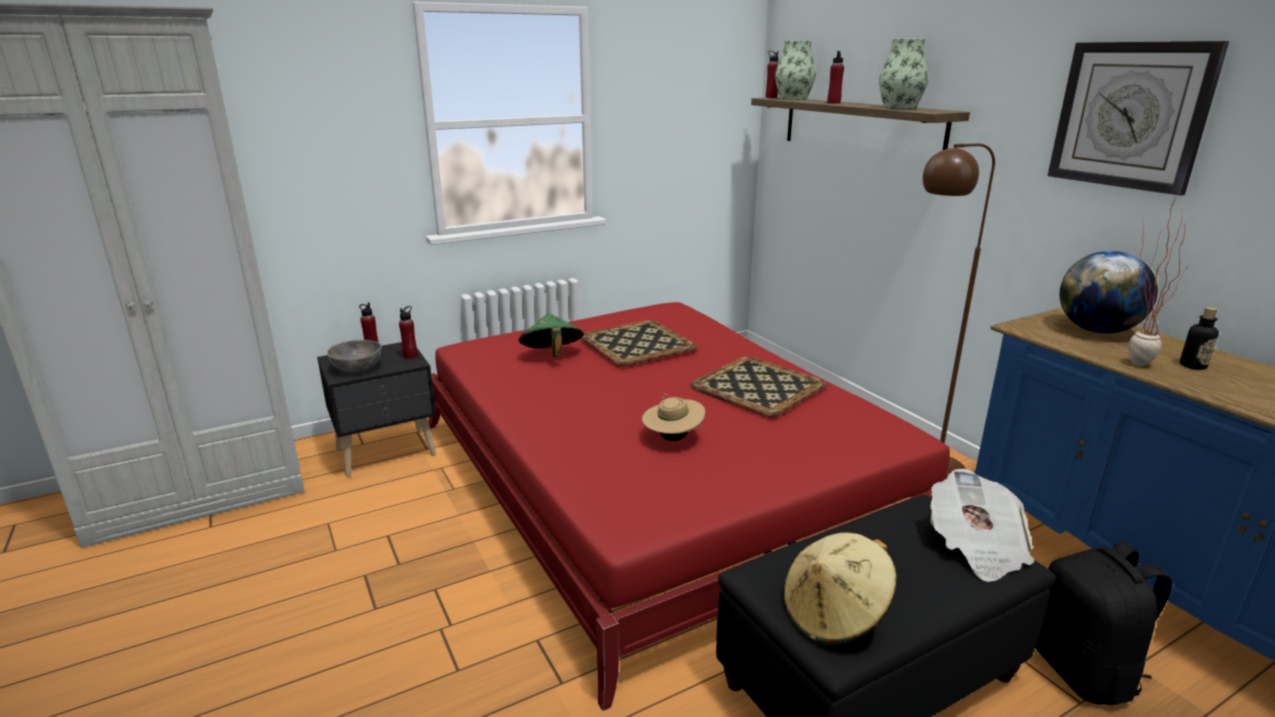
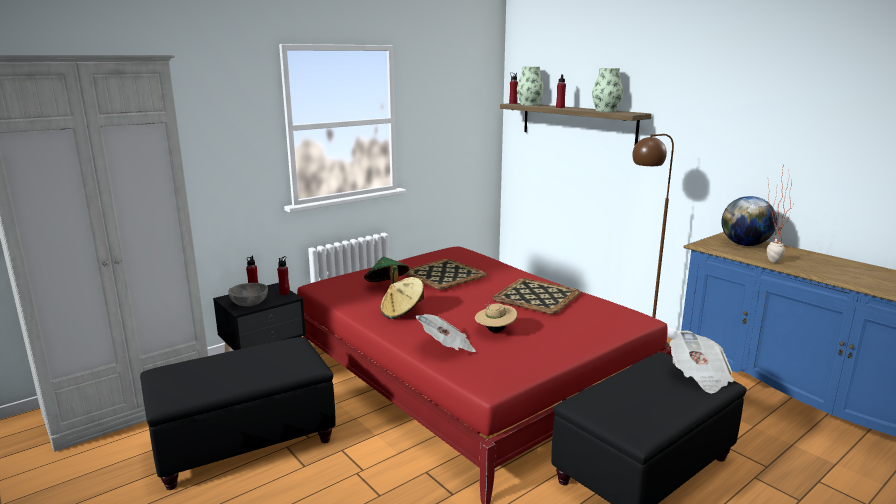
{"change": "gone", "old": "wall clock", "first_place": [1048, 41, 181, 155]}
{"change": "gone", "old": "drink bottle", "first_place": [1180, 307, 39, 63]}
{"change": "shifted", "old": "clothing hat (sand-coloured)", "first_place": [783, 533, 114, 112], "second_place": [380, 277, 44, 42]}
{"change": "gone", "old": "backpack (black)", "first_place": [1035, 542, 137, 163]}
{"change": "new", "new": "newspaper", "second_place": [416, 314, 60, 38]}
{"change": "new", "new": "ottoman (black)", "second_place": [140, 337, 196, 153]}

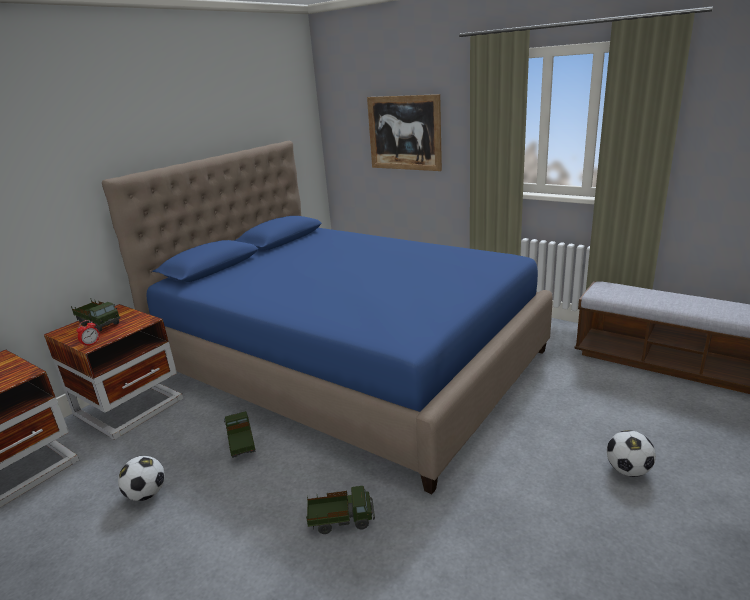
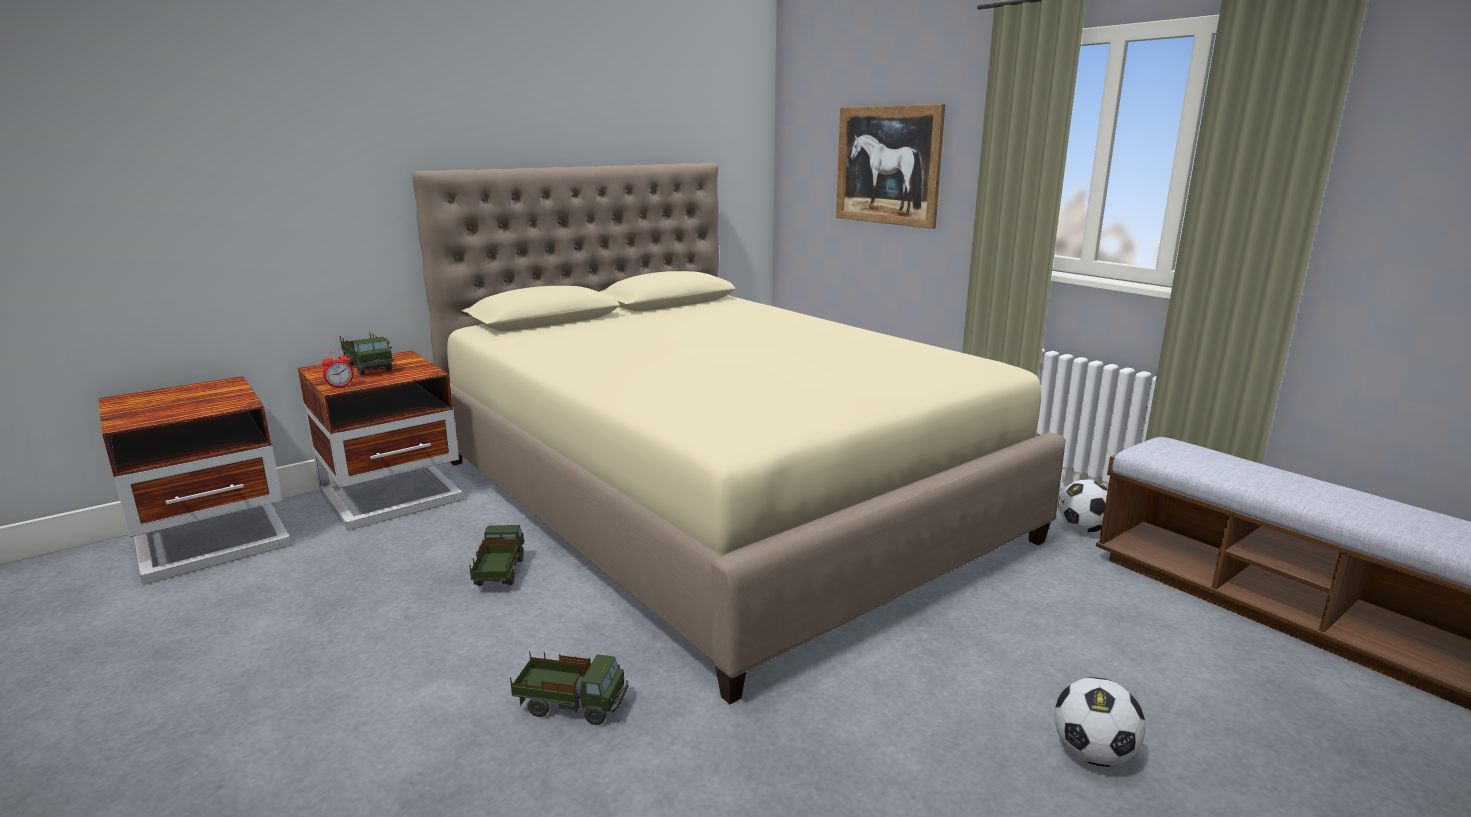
{"change": "repainted", "old": "bed (blue)", "new": "bed (sand-coloured)", "first_place": [102, 141, 451, 353], "second_place": [412, 162, 654, 542]}
{"change": "shifted", "old": "ball for football", "first_place": [118, 456, 47, 45], "second_place": [1058, 480, 50, 53]}

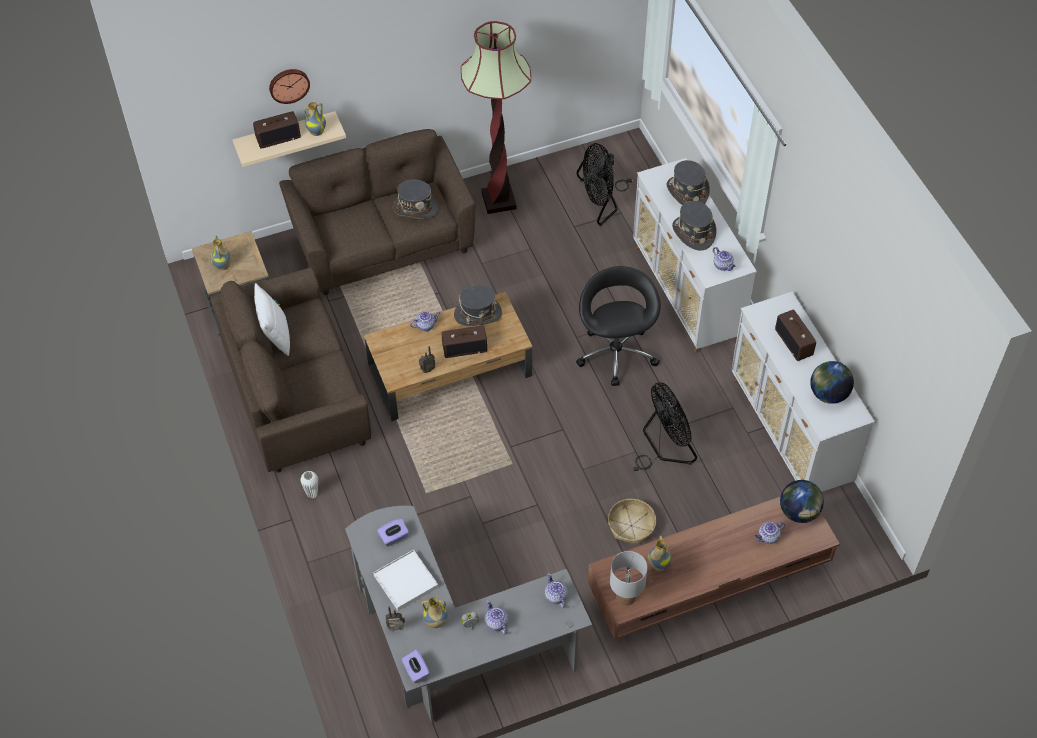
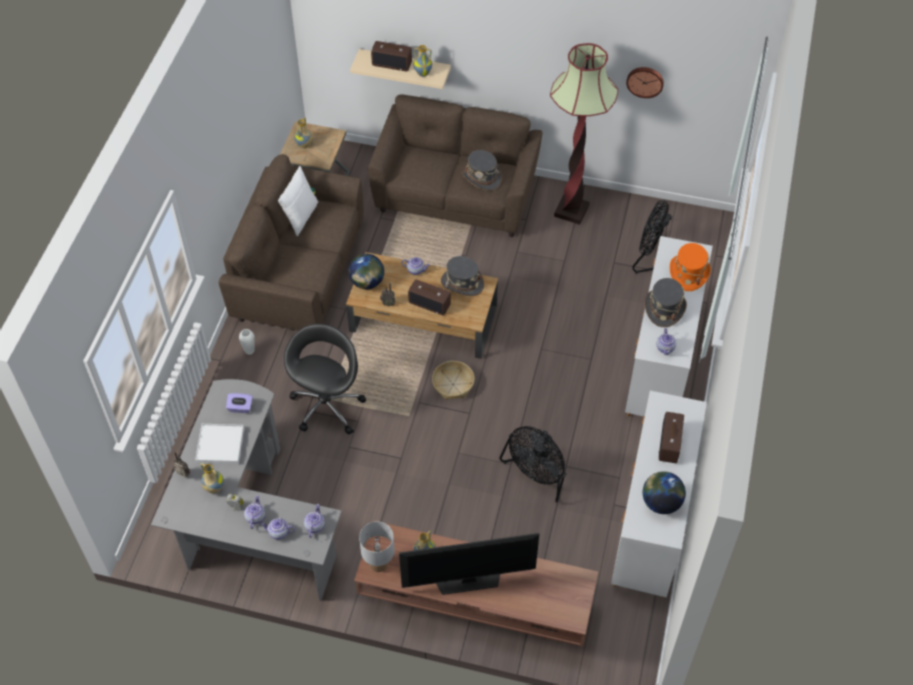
{"change": "shifted", "old": "wall clock", "first_place": [269, 69, 41, 35], "second_place": [626, 67, 38, 31]}
{"change": "repainted", "old": "clothing hat (greyish)", "new": "clothing hat (orangey)", "first_place": [667, 160, 43, 45], "second_place": [670, 243, 41, 48]}
{"change": "shifted", "old": "computer chair (black)", "first_place": [576, 266, 85, 120], "second_place": [284, 324, 82, 110]}
{"change": "rotated", "old": "electric fan (black)", "first_place": [633, 383, 64, 88], "second_place": [500, 426, 67, 77], "degrees": 120}
{"change": "shifted", "old": "globe", "first_place": [780, 480, 44, 43], "second_place": [348, 254, 36, 35]}
{"change": "shifted", "old": "storage basket", "first_place": [608, 499, 48, 46], "second_place": [432, 361, 43, 39]}
{"change": "shifted", "old": "tea pot", "first_place": [755, 522, 30, 22], "second_place": [260, 518, 36, 22]}
{"change": "gone", "old": "box of tissues (purple-coloured)", "first_place": [402, 649, 28, 34]}
{"change": "new", "new": "television", "second_place": [399, 533, 140, 62]}

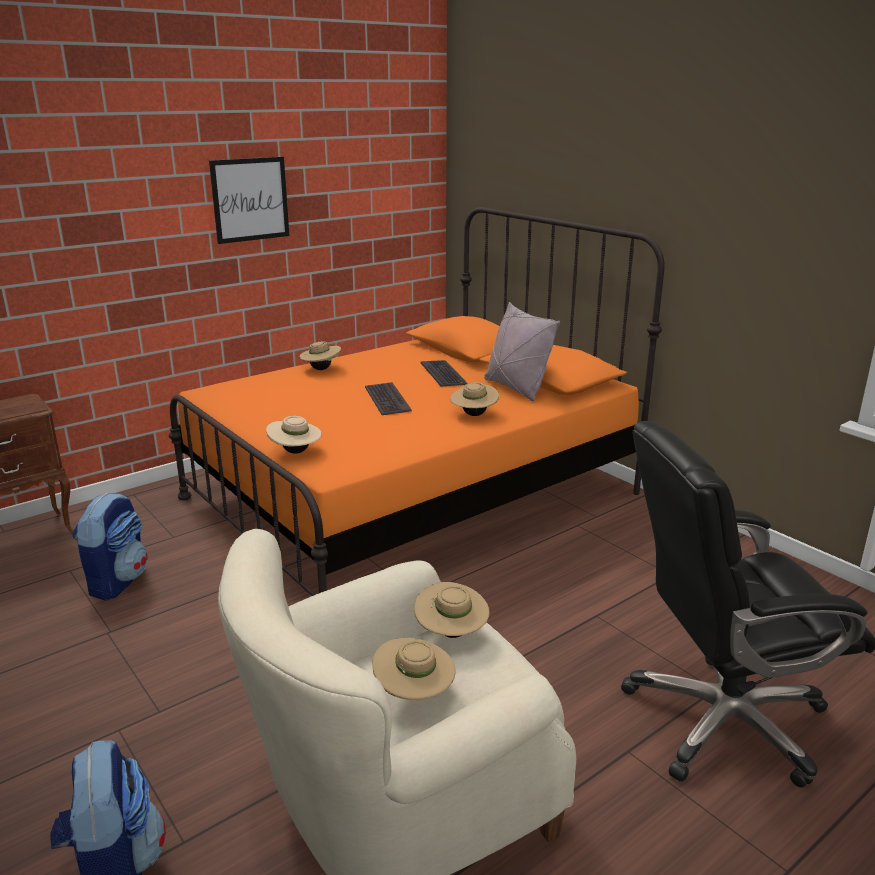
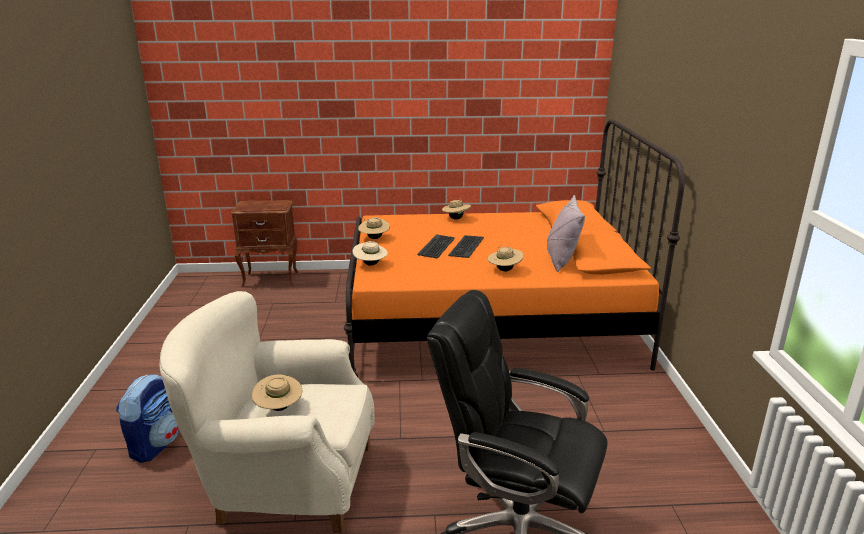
{"change": "gone", "old": "wall art", "first_place": [209, 157, 80, 87]}
{"change": "shifted", "old": "PC keyboard", "first_place": [421, 360, 46, 26], "second_place": [417, 234, 38, 25]}
{"change": "gone", "old": "backpack", "first_place": [73, 493, 75, 107]}
{"change": "shifted", "old": "clothing hat (sand-coloured)", "first_place": [414, 582, 75, 56], "second_place": [358, 217, 32, 22]}

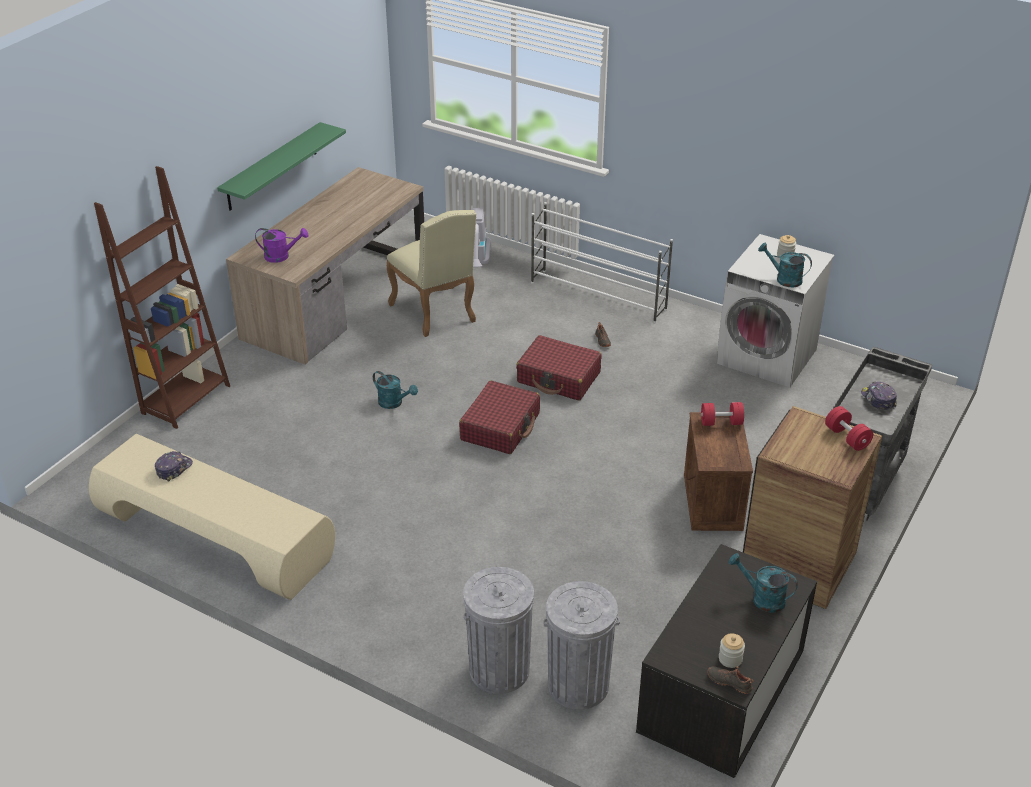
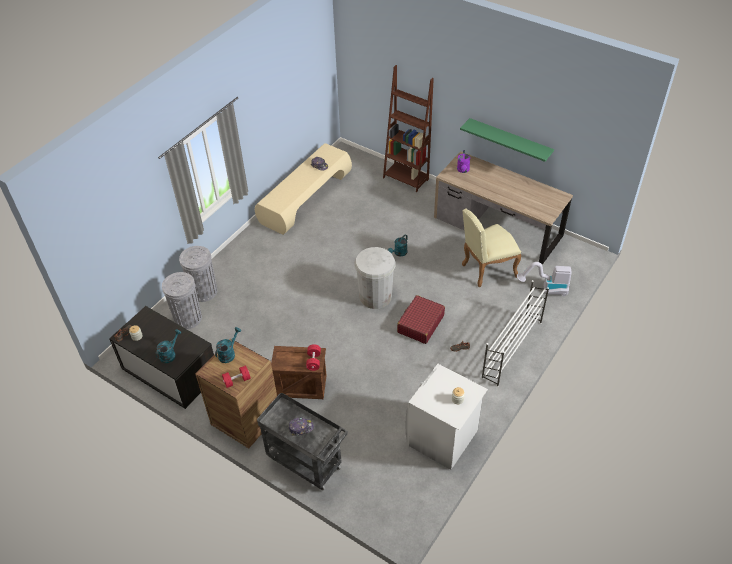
{"change": "shifted", "old": "watering pot (turquoise)", "first_place": [758, 243, 54, 44], "second_place": [215, 327, 26, 36]}
{"change": "swapped", "old": "travel case (red)", "new": "rubbish bin (whitish)", "first_place": [459, 380, 81, 74], "second_place": [355, 247, 41, 62]}

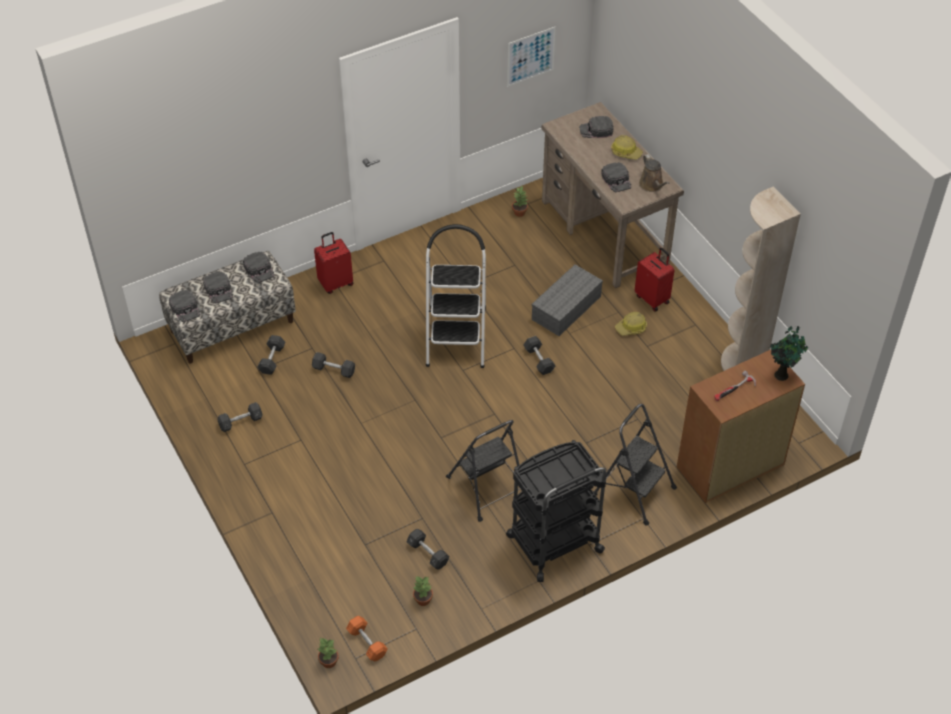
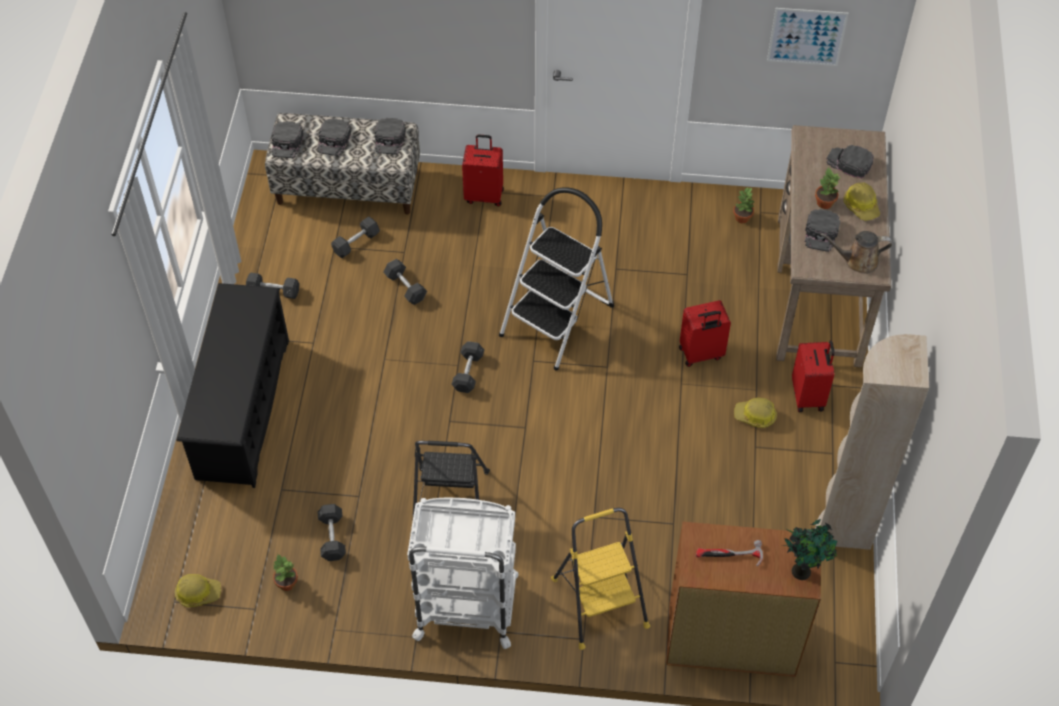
{"change": "rotated", "old": "watering pot (brown)", "first_place": [639, 154, 31, 38], "second_place": [820, 231, 72, 43], "degrees": 75}
{"change": "swapped", "old": "storage bin (greyish)", "new": "travel case (red)", "first_place": [532, 265, 71, 71], "second_place": [679, 300, 52, 67]}
{"change": "shifted", "old": "hand weight (greyish)", "first_place": [524, 336, 31, 39], "second_place": [451, 341, 33, 52]}
{"change": "repainted", "old": "stepladder (black)", "new": "stepladder (yellow-coloured)", "first_place": [593, 404, 84, 122], "second_place": [551, 508, 99, 142]}
{"change": "repainted", "old": "wheeled cart (black)", "new": "wheeled cart (whitish)", "first_place": [506, 440, 100, 142], "second_place": [407, 498, 112, 151]}
{"change": "swapped", "old": "hand weight (orangey)", "new": "work helmet", "first_place": [346, 616, 42, 45], "second_place": [175, 574, 46, 33]}
{"change": "shifted", "old": "houseplant", "first_place": [318, 638, 21, 30], "second_place": [815, 167, 25, 42]}
{"change": "new", "new": "shoe rack (black)", "second_place": [177, 283, 112, 205]}

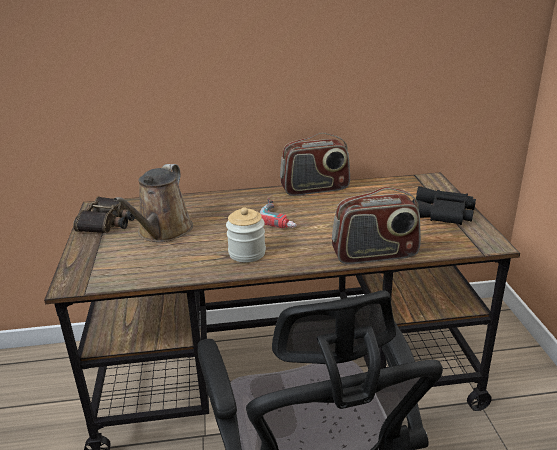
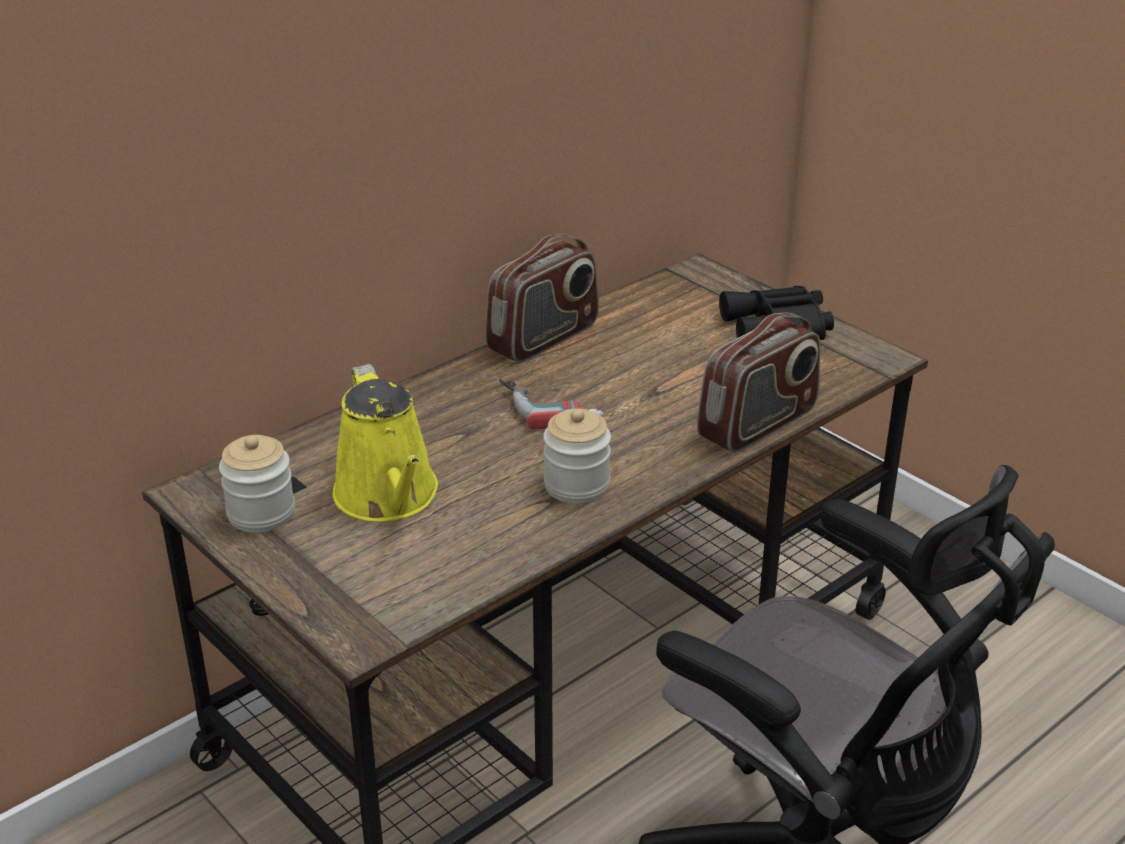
{"change": "repainted", "old": "watering pot (brown)", "new": "watering pot (yellow-coloured)", "first_place": [113, 164, 80, 78], "second_place": [333, 364, 105, 158]}
{"change": "swapped", "old": "binoculars", "new": "jar", "first_place": [73, 197, 62, 36], "second_place": [219, 435, 76, 98]}

